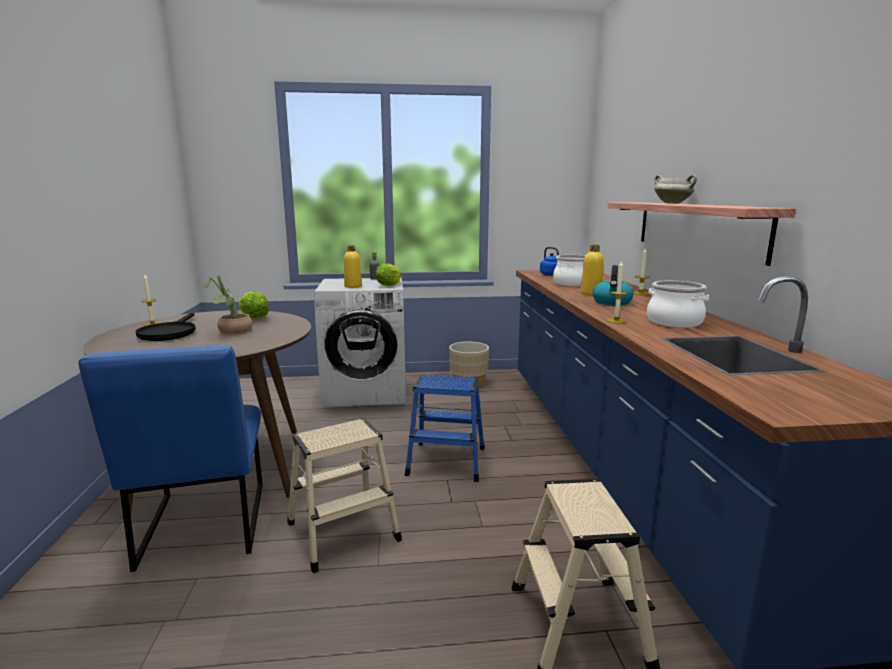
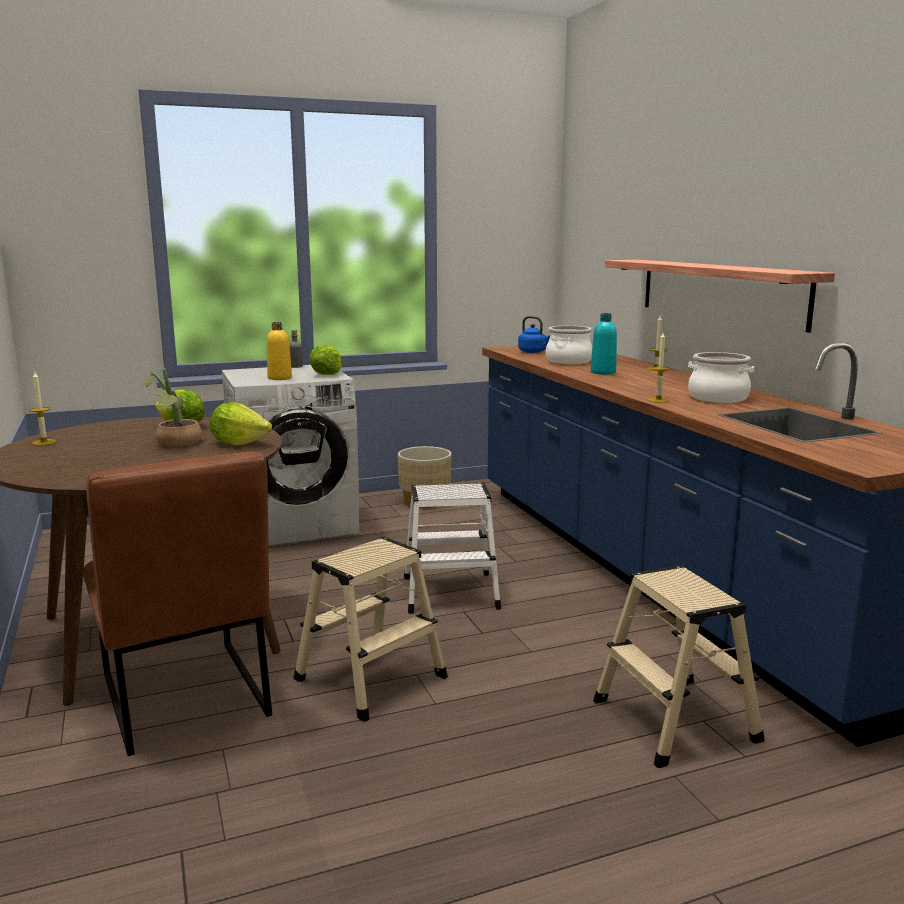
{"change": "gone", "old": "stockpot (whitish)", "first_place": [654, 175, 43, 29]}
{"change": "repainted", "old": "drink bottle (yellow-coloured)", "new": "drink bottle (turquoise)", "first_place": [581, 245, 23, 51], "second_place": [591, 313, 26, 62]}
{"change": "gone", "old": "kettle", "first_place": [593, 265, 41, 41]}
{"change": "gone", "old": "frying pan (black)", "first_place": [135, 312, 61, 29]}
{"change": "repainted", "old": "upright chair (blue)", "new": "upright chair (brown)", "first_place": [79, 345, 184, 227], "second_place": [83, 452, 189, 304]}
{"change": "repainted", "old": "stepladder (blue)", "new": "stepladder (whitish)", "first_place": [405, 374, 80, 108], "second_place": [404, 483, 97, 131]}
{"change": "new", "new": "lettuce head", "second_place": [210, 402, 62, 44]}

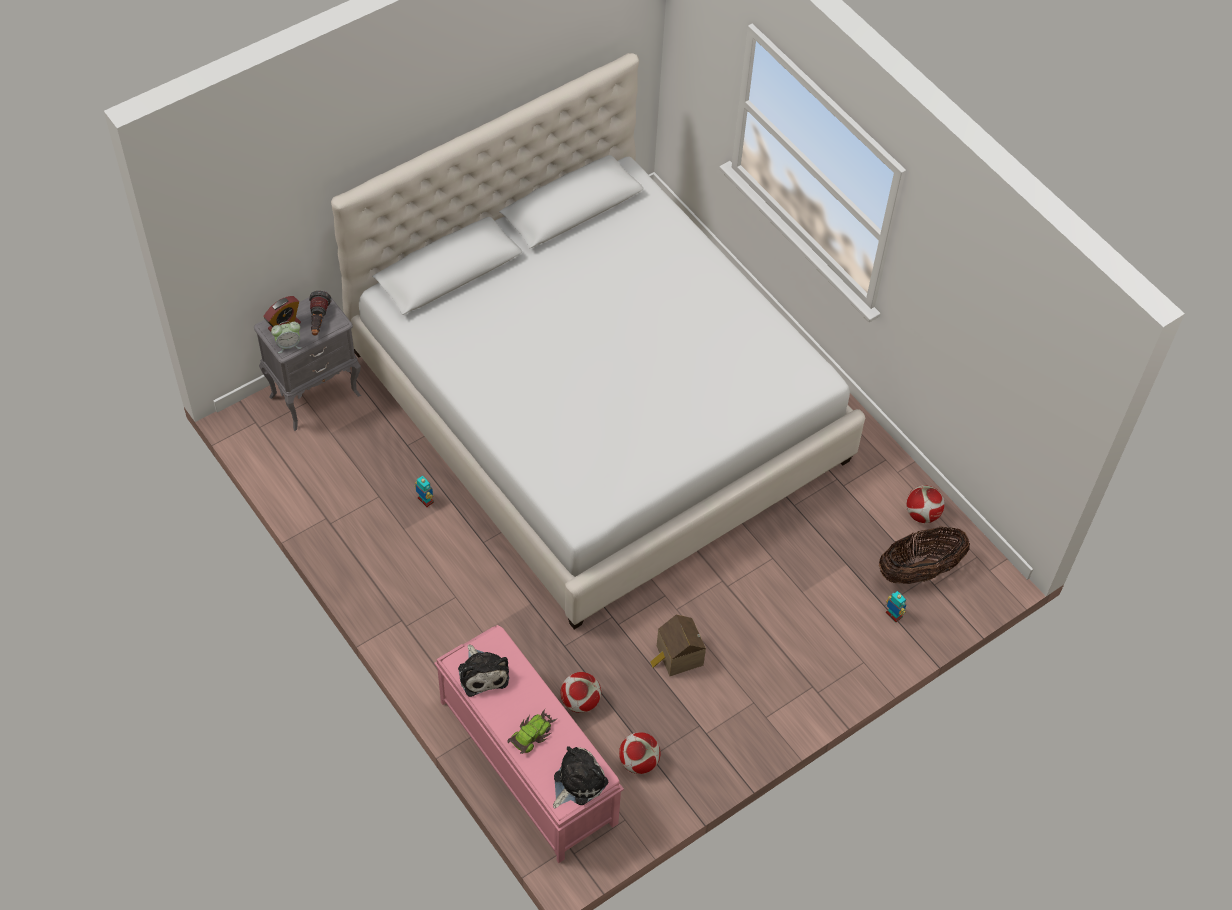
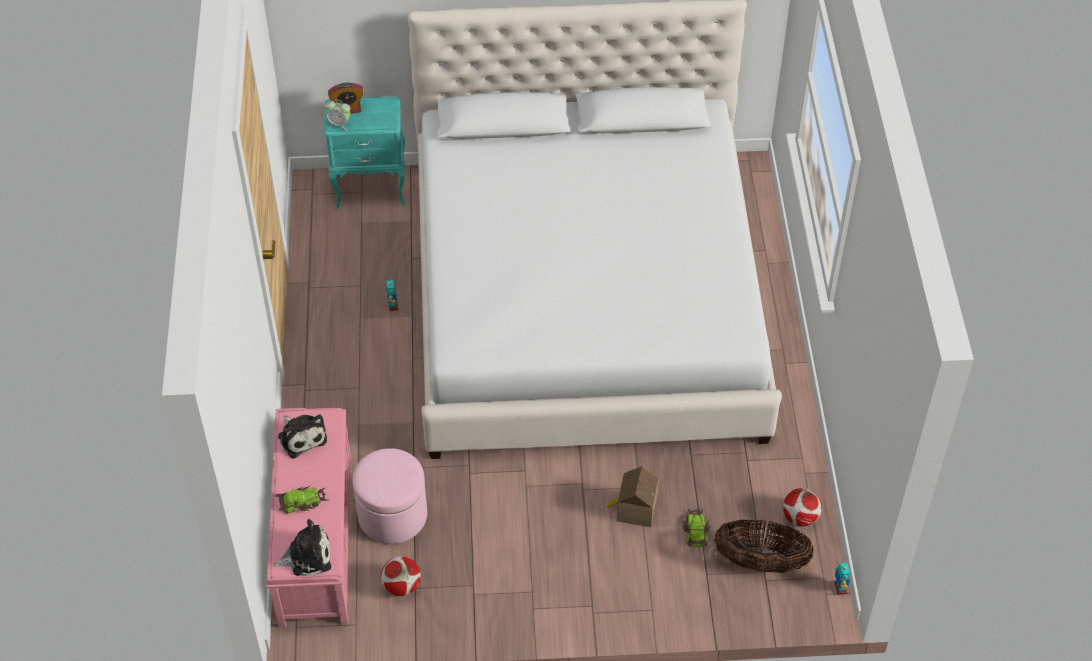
{"change": "repainted", "old": "night table (greyish)", "new": "night table (turquoise)", "first_place": [254, 290, 107, 141], "second_place": [324, 97, 81, 112]}
{"change": "gone", "old": "torch", "first_place": [309, 291, 23, 44]}
{"change": "shifted", "old": "model robot", "first_place": [886, 591, 21, 31], "second_place": [834, 563, 16, 32]}
{"change": "shifted", "old": "miniature house", "first_place": [650, 614, 56, 62], "second_place": [607, 466, 52, 61]}
{"change": "rotated", "old": "plush toy", "first_place": [458, 645, 51, 52], "second_place": [278, 414, 49, 45], "degrees": -45}
{"change": "swapped", "old": "ball for football", "new": "ottoman (pink-coloured)", "first_place": [560, 672, 41, 41], "second_place": [352, 448, 75, 96]}
{"change": "new", "new": "model car", "second_place": [682, 508, 28, 39]}

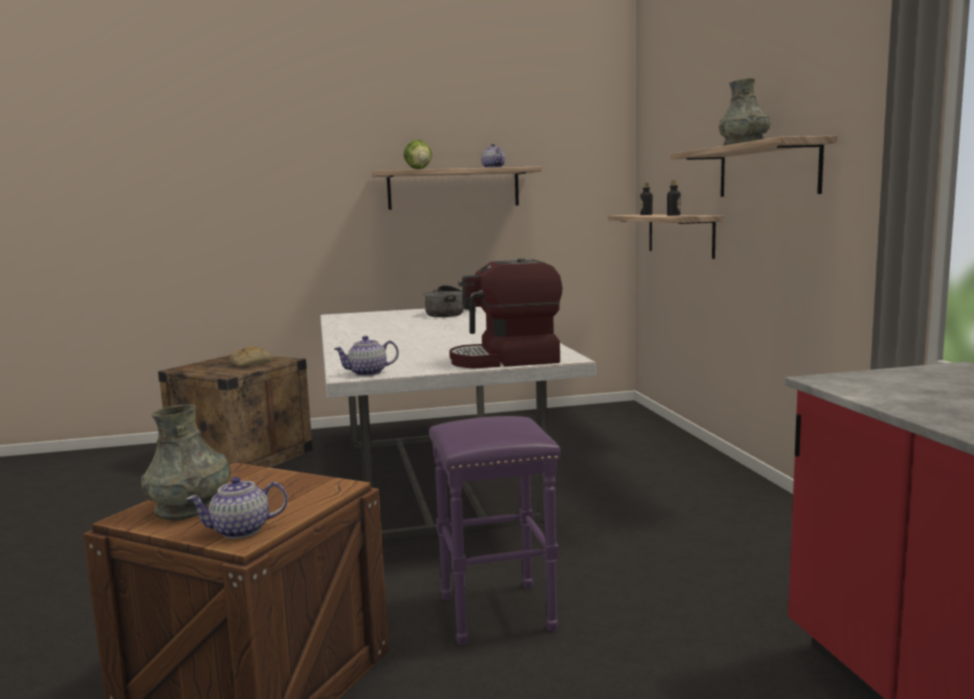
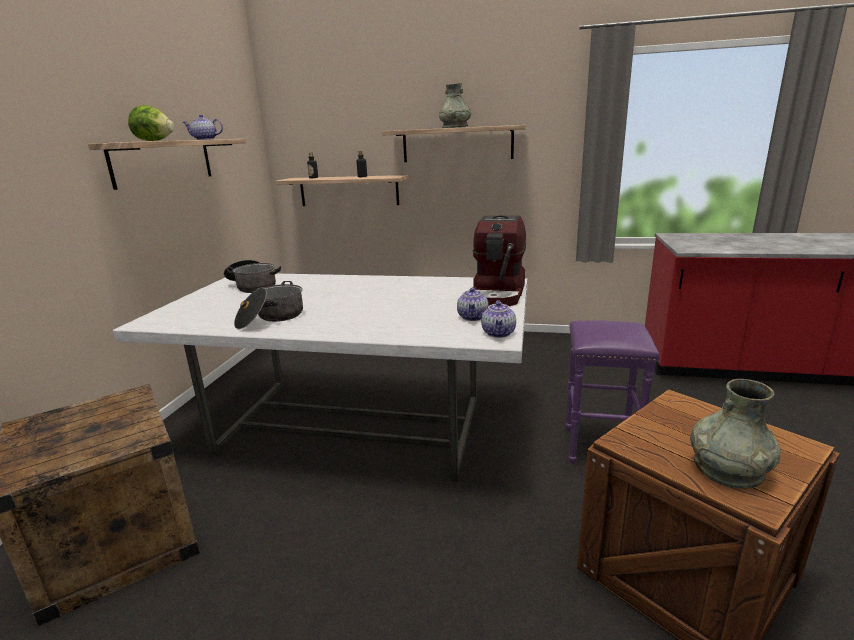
{"change": "gone", "old": "bread", "first_place": [230, 346, 42, 20]}
{"change": "shifted", "old": "tea pot", "first_place": [186, 477, 102, 62], "second_place": [457, 288, 32, 33]}
{"change": "new", "new": "stockpot", "second_place": [234, 281, 69, 48]}

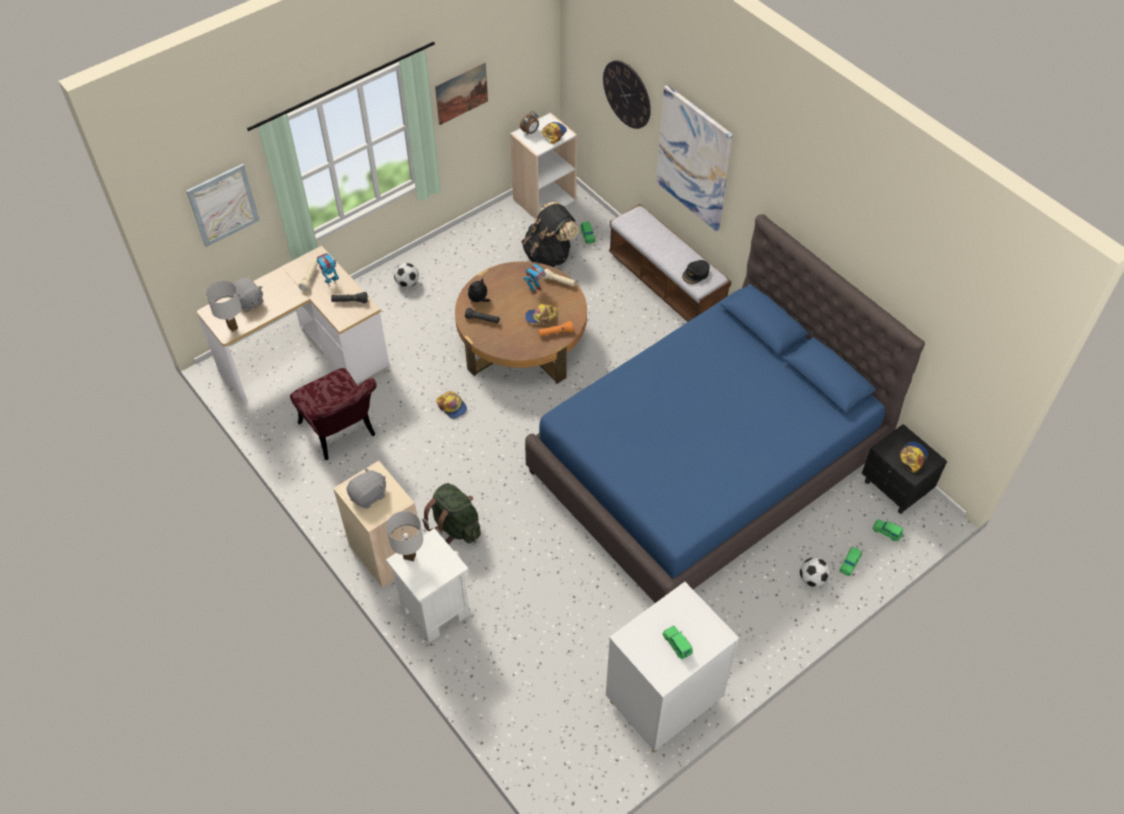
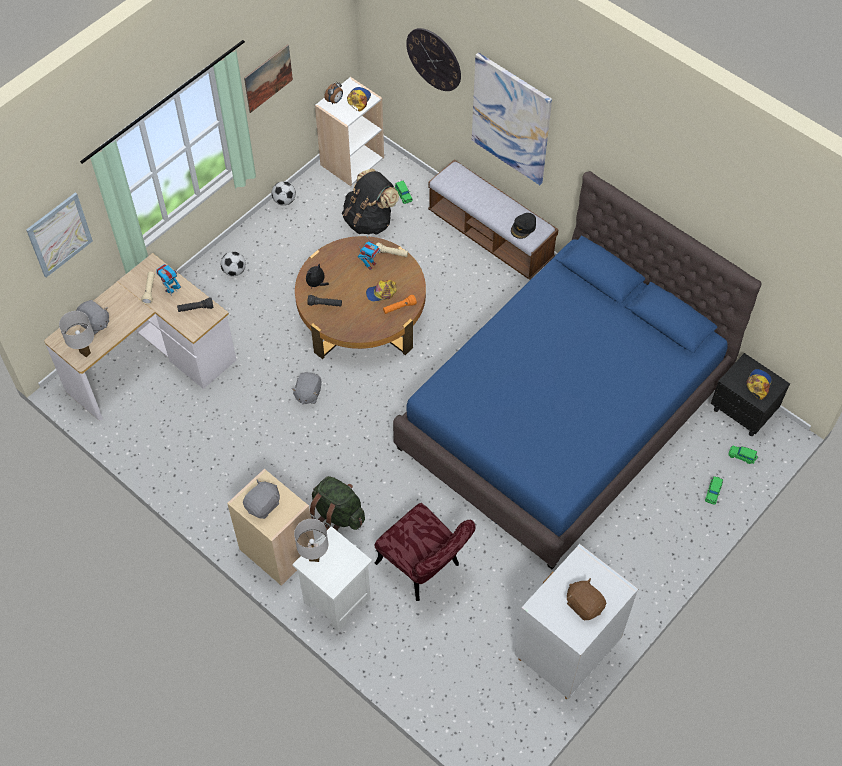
{"change": "shifted", "old": "upright chair (red)", "first_place": [290, 368, 87, 92], "second_place": [375, 503, 101, 98]}
{"change": "swapped", "old": "baseball cap", "new": "plush toy (greyish)", "first_place": [436, 391, 31, 28], "second_place": [292, 372, 30, 32]}
{"change": "shifted", "old": "ball for football", "first_place": [800, 557, 30, 30], "second_place": [271, 181, 25, 25]}
{"change": "swapped", "old": "model car (green)", "new": "plush toy (brown)", "first_place": [663, 626, 30, 34], "second_place": [567, 578, 39, 42]}

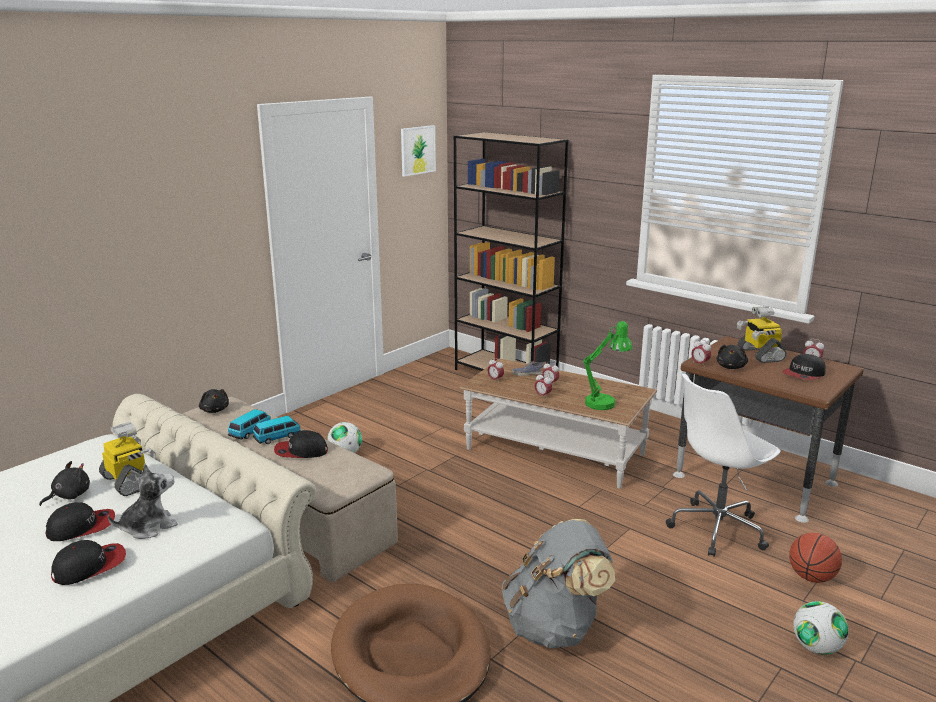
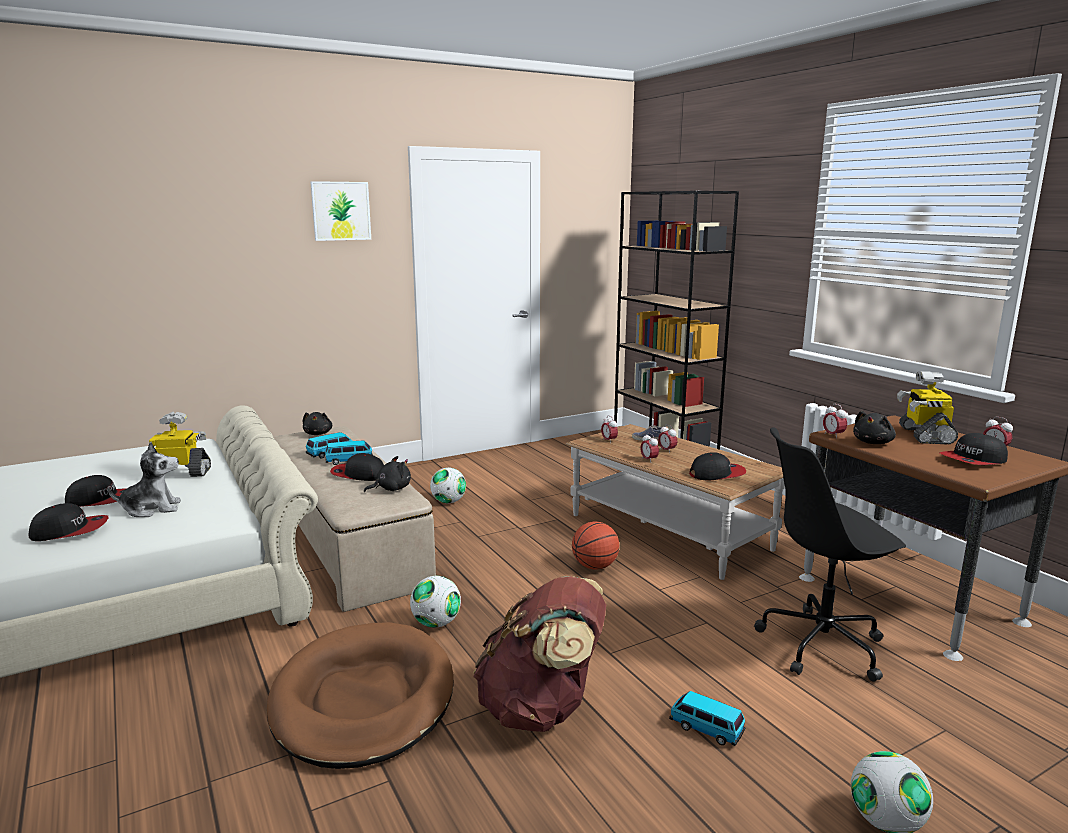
{"change": "shifted", "old": "wall art", "first_place": [401, 125, 35, 52], "second_place": [310, 181, 61, 60]}
{"change": "swapped", "old": "table lamp (green)", "new": "baseball cap", "first_place": [583, 321, 49, 89], "second_place": [689, 452, 57, 28]}
{"change": "repainted", "old": "computer chair (whitish)", "new": "computer chair (black)", "first_place": [666, 374, 115, 183], "second_place": [754, 427, 152, 255]}
{"change": "rotated", "old": "model robot", "first_place": [99, 422, 57, 74], "second_place": [146, 412, 65, 65], "degrees": -75}
{"change": "shifted", "old": "plush toy (black)", "first_place": [39, 461, 51, 45], "second_place": [364, 456, 47, 36]}
{"change": "repainted", "old": "backpack (greyish)", "new": "backpack (brown)", "first_place": [502, 519, 113, 130], "second_place": [473, 576, 133, 156]}
{"change": "shifted", "old": "basketball ball", "first_place": [789, 533, 53, 50], "second_place": [572, 521, 47, 49]}
{"change": "new", "new": "ball for football", "second_place": [410, 576, 51, 52]}
{"change": "new", "new": "model car", "second_place": [669, 691, 76, 55]}

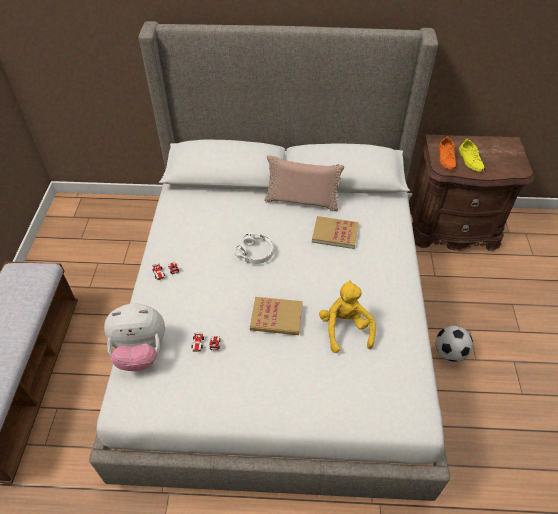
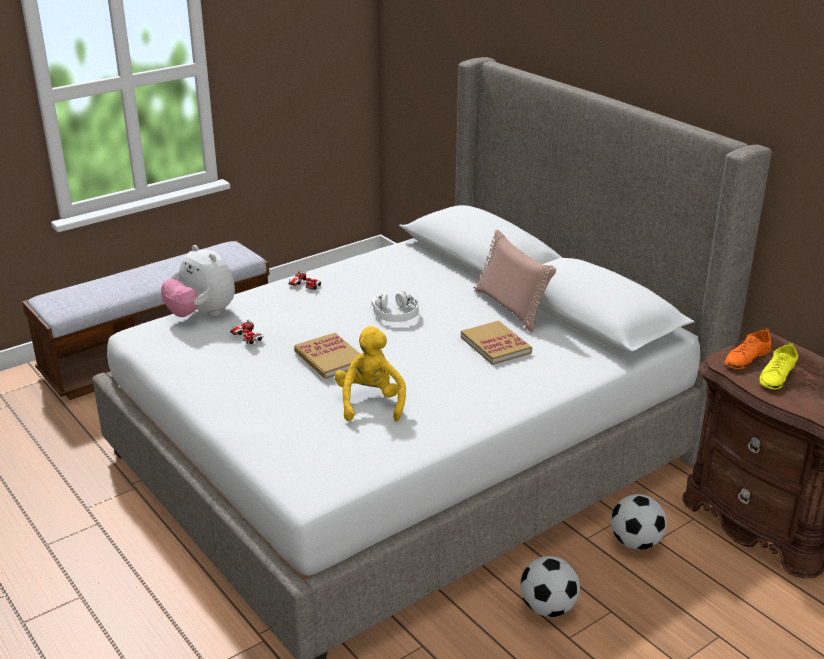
{"change": "rotated", "old": "plush toy (yellow-coloured)", "first_place": [319, 280, 57, 73], "second_place": [335, 326, 71, 96], "degrees": -45}
{"change": "new", "new": "ball for football", "second_place": [611, 494, 56, 56]}

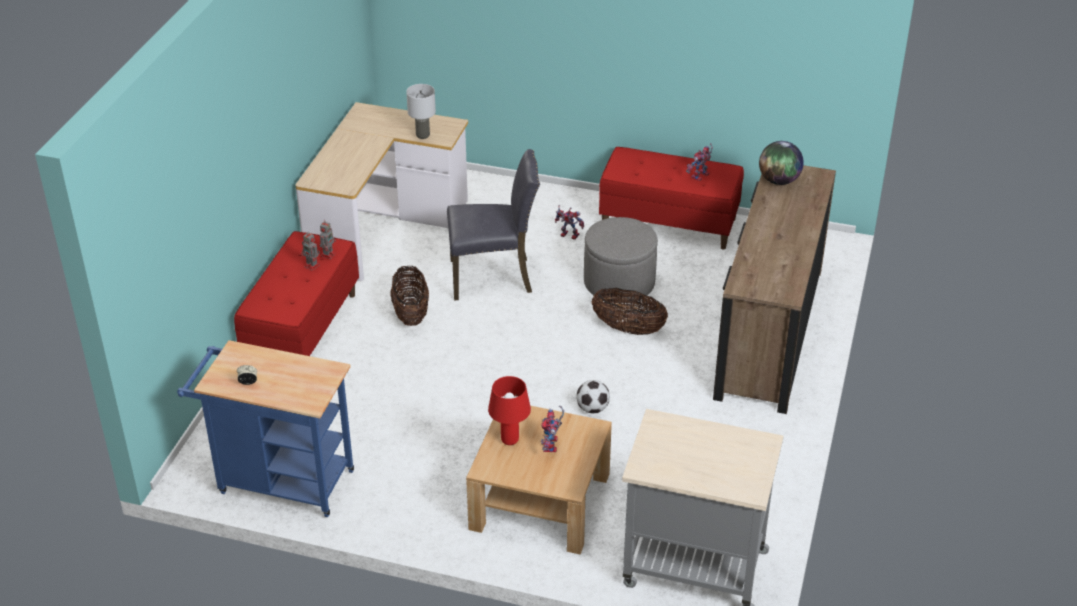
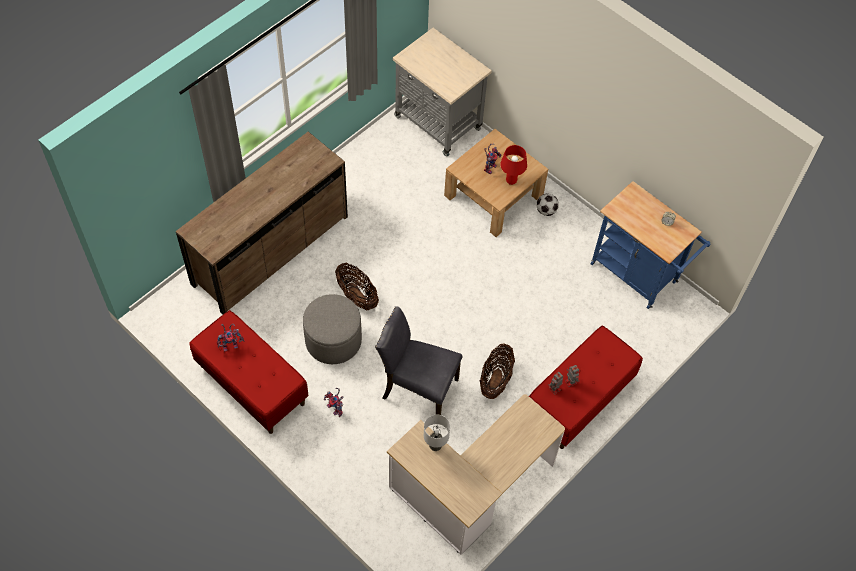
{"change": "gone", "old": "globe", "first_place": [759, 141, 45, 44]}
{"change": "shifted", "old": "ball for football", "first_place": [576, 380, 34, 33], "second_place": [536, 194, 23, 22]}

